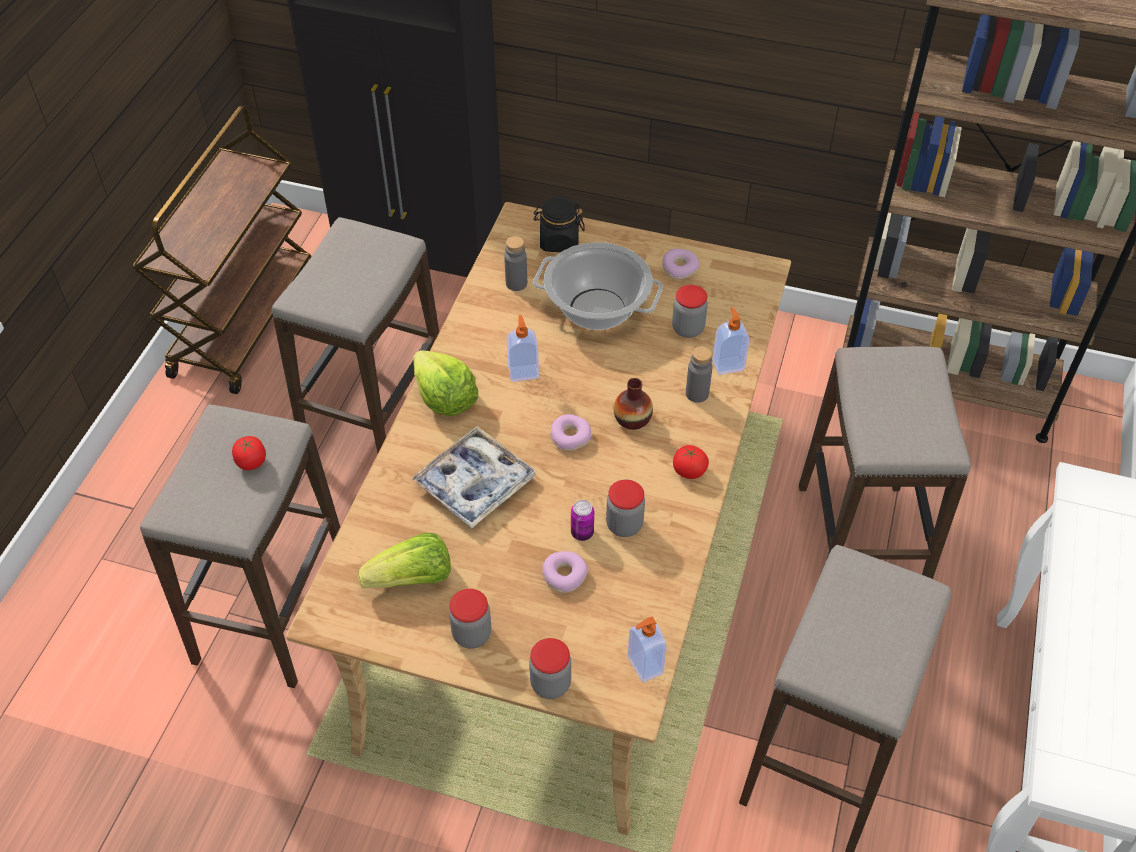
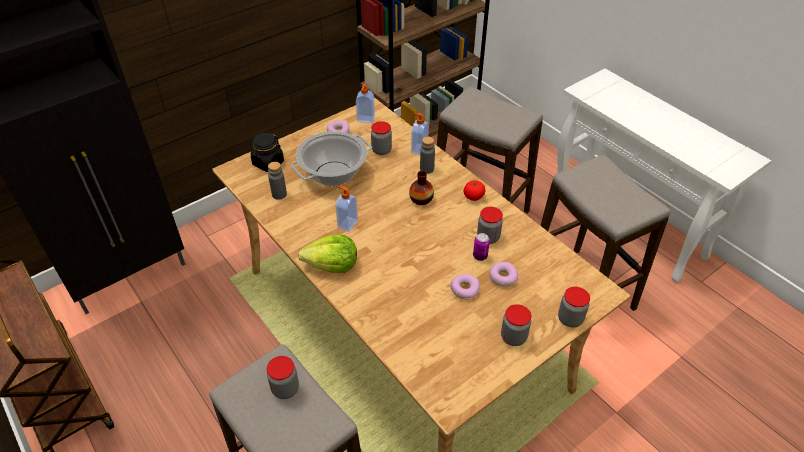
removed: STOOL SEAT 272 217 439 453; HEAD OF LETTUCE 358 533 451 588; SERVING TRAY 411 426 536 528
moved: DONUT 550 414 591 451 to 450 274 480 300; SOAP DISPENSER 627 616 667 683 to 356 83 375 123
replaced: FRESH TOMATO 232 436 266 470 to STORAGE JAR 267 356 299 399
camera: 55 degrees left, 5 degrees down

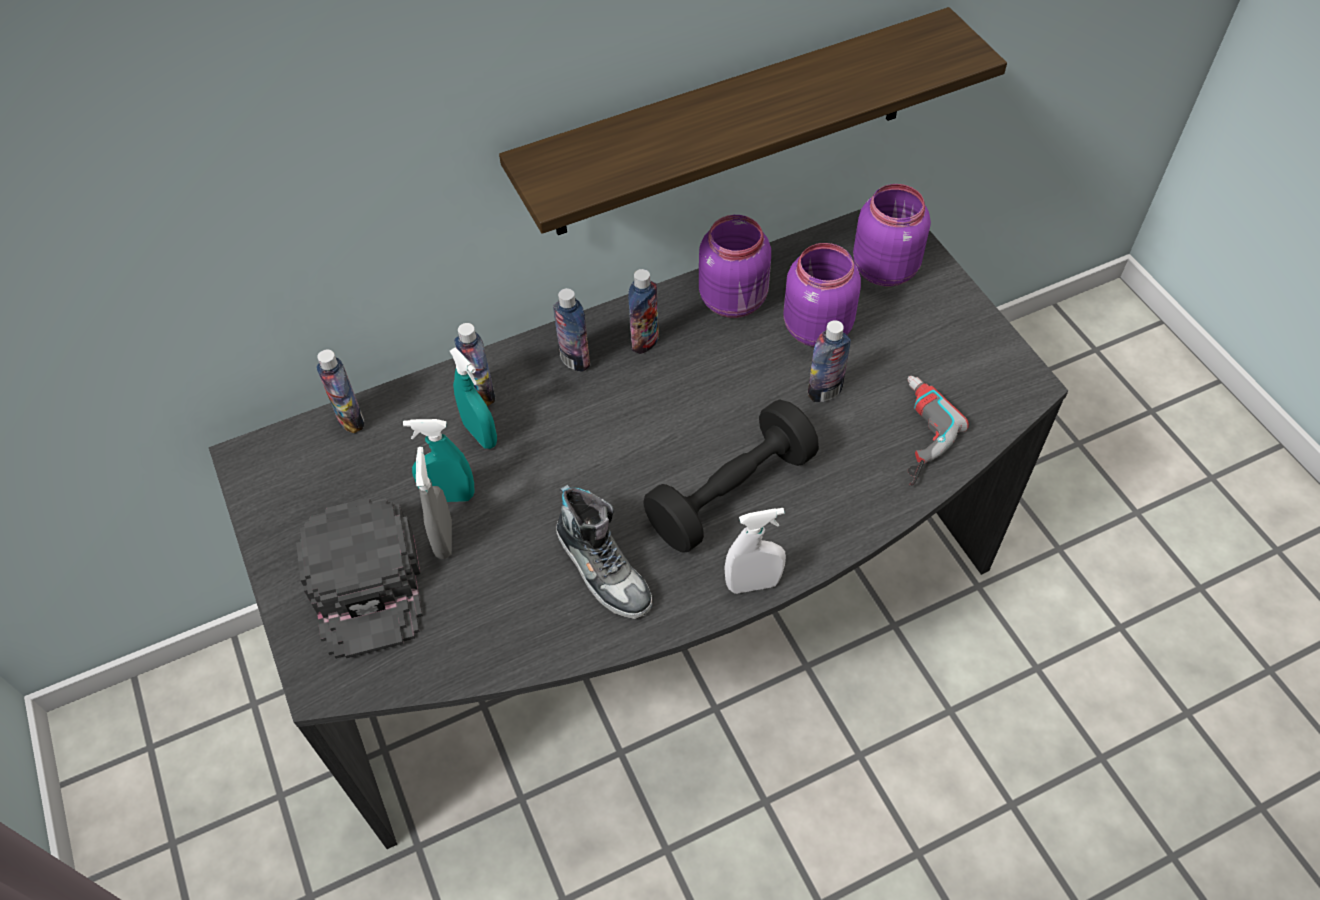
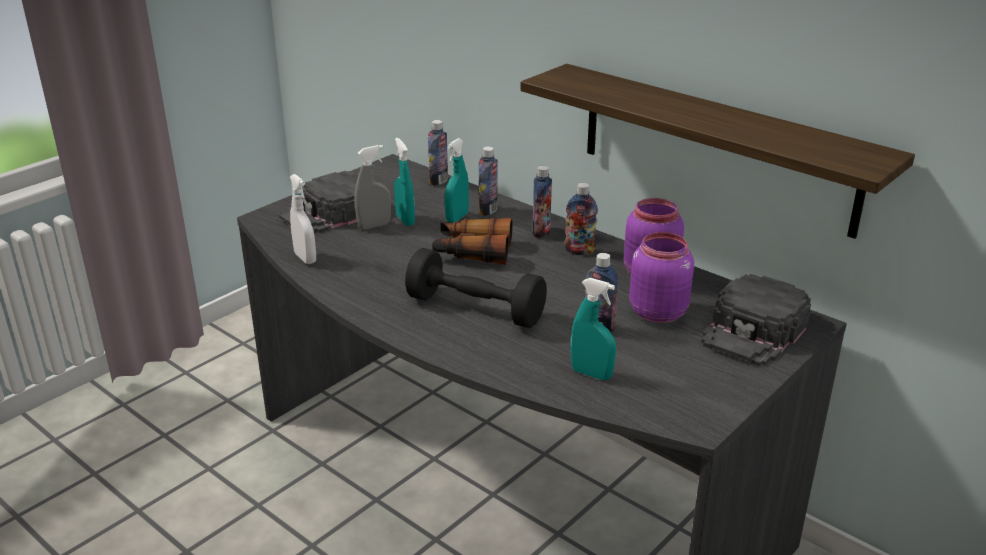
removed: SHOE 556 485 652 620
added: PAIR OF BINOCULARS 432 218 513 265
moved: WHITE-COLOURED SPRAYER 724 508 786 594 to 290 174 316 264
replaced: PURPLE STORAGE JAR 853 184 931 286 to BLACKISH PEAKED CAP 701 274 811 366; POWER DRILL 907 376 969 487 to TURQUOISE SPRAYER 570 278 616 380
camera: 65 degrees right, 25 degrees down

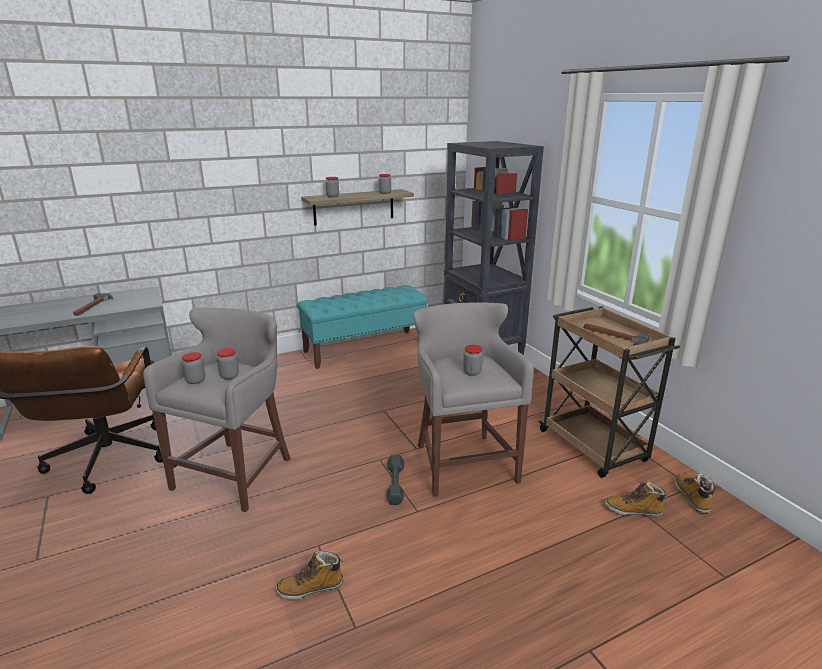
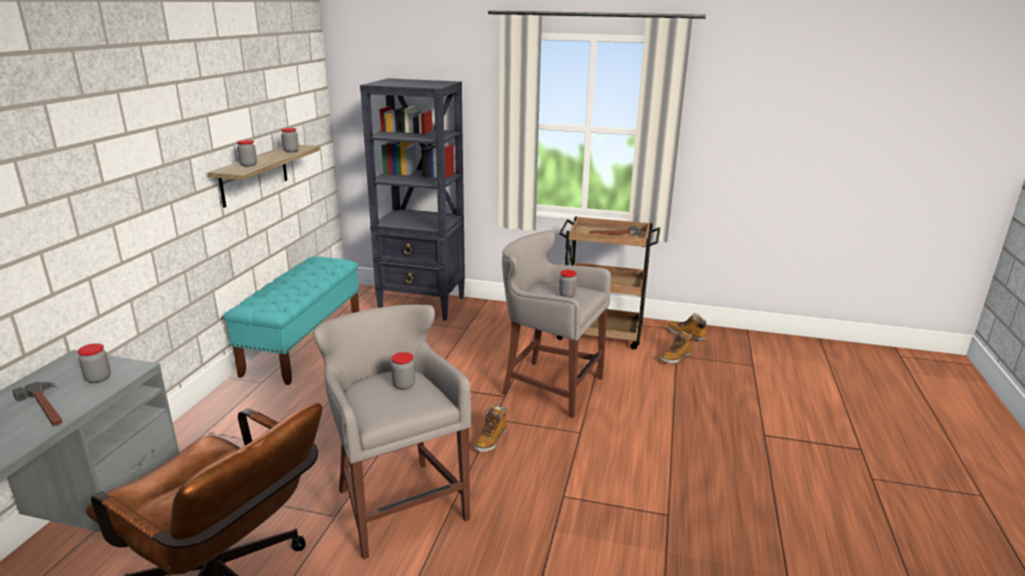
removed: GREY HAND WEIGHT 386 454 404 505
moved: STORAGE JAR 182 352 205 384 to 77 343 111 383; HIGH-TOP BOOT 276 551 343 600 to 474 406 507 452
camera: 50 degrees left, 0 degrees up

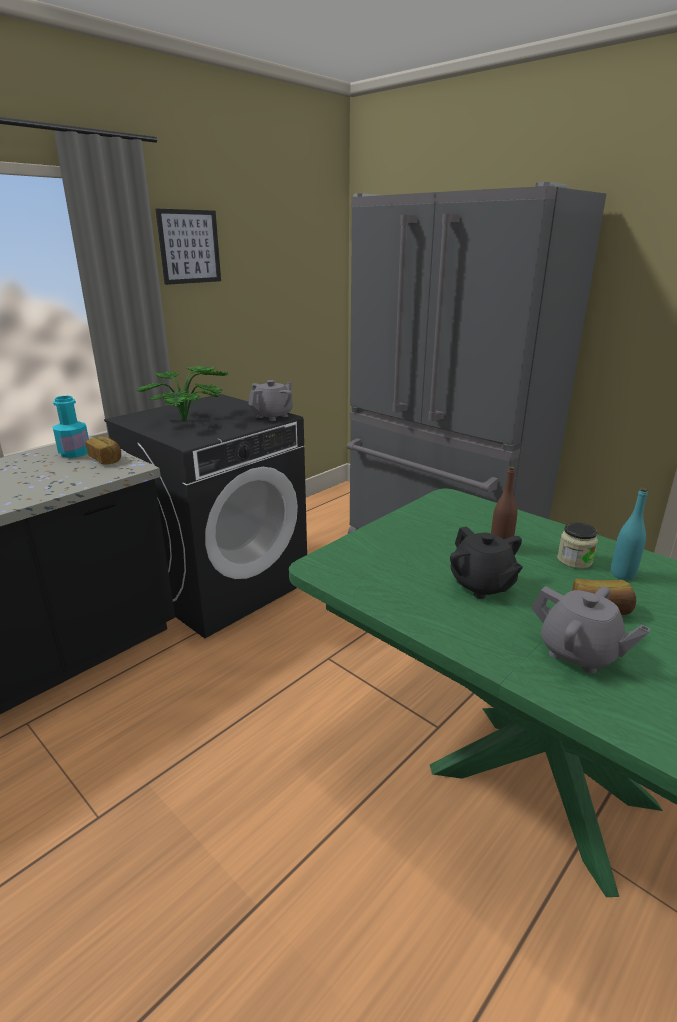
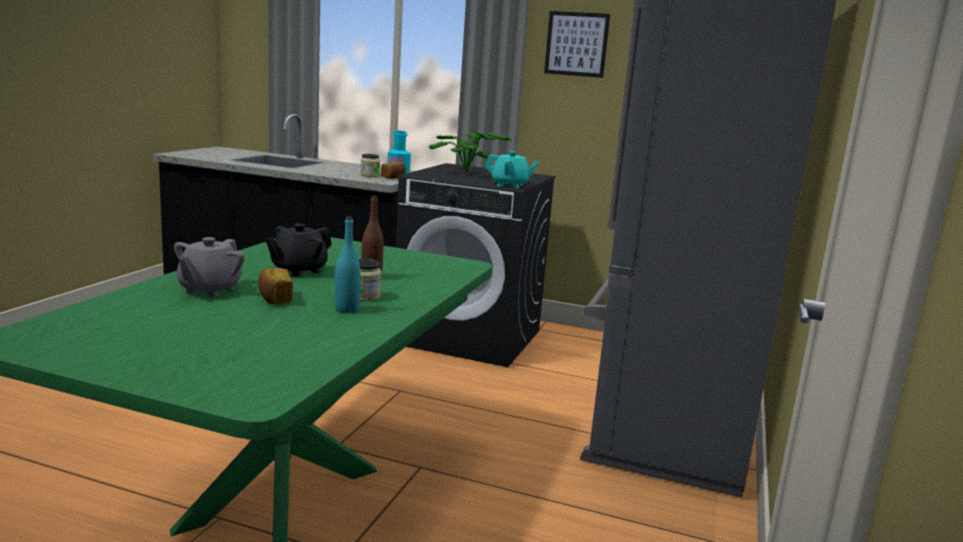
added: STORAGE JAR 360 154 380 177
recoloured: GREY POT FOR TEA 248 380 293 421 to TURQUOISE POT FOR TEA 485 151 539 188
camera: 65 degrees right, 10 degrees down

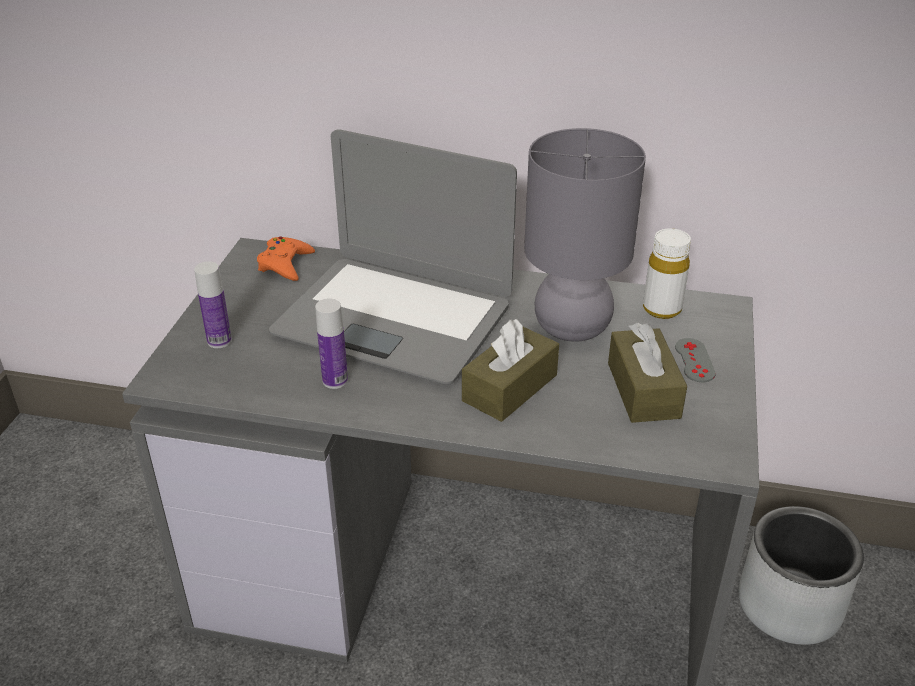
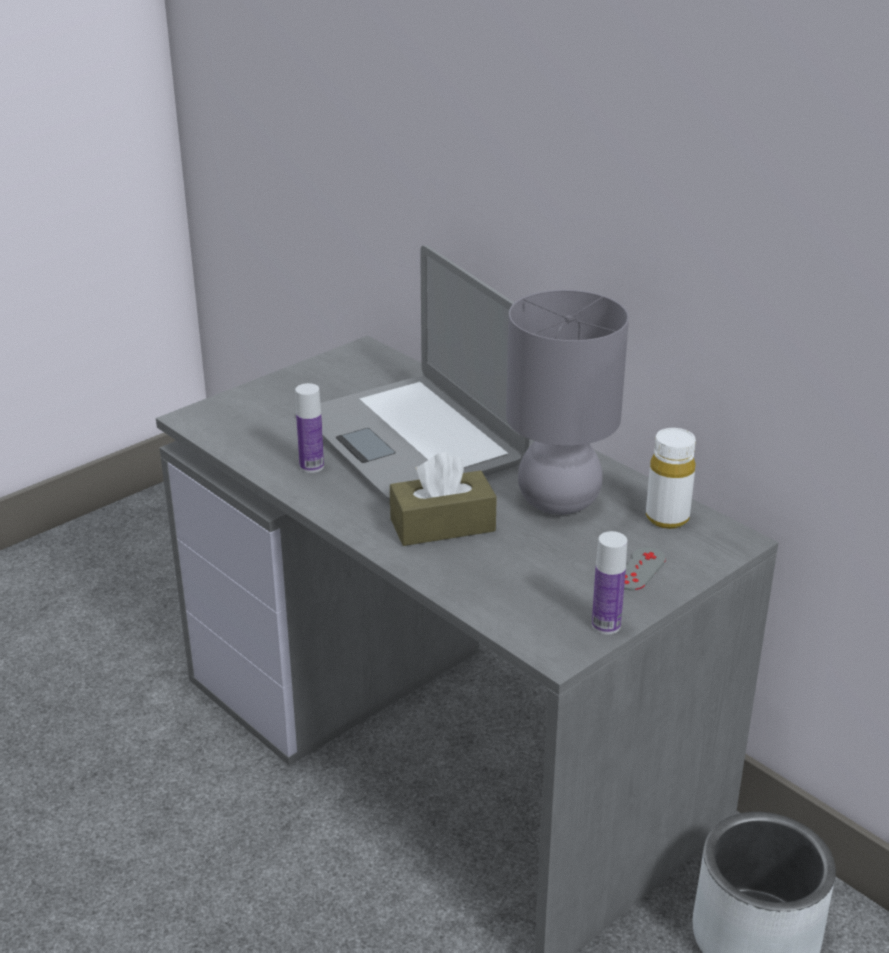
removed: ORANGE-COLOURED JOYPAD 257 236 315 281; BROWN TISSUE BOX 608 323 687 423
moved: BOTTLE 194 261 232 348 to 592 531 627 635
camera: 35 degrees right, 5 degrees down

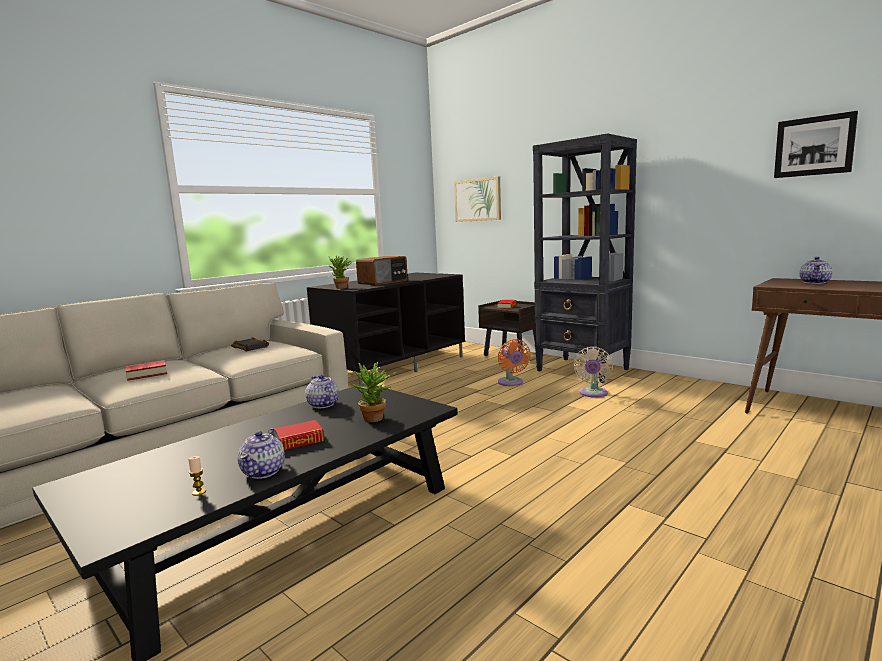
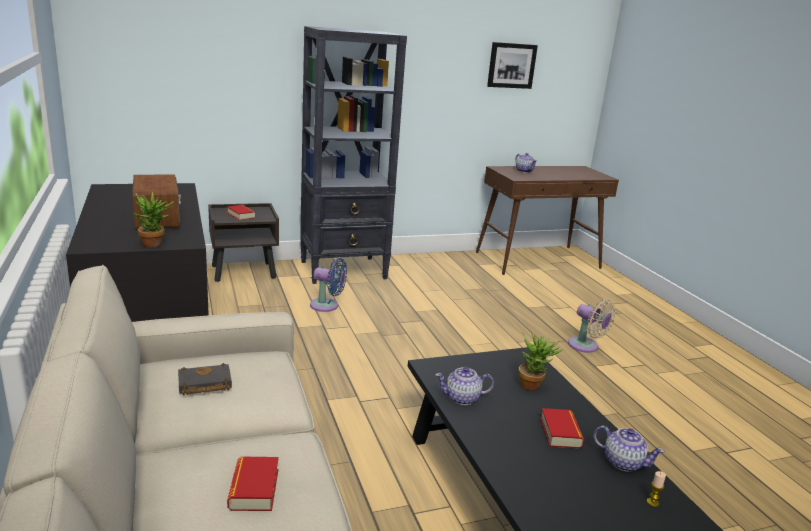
removed: WALL PICTURE 454 176 501 222
moved: BEIGE COOLING FAN 573 347 613 398 to 568 299 616 353
recoloured: ORANGE-COLOURED COOLING FAN 498 339 531 386 to BLUE-COLOURED COOLING FAN 310 258 347 312
camera: 65 degrees left, 10 degrees up

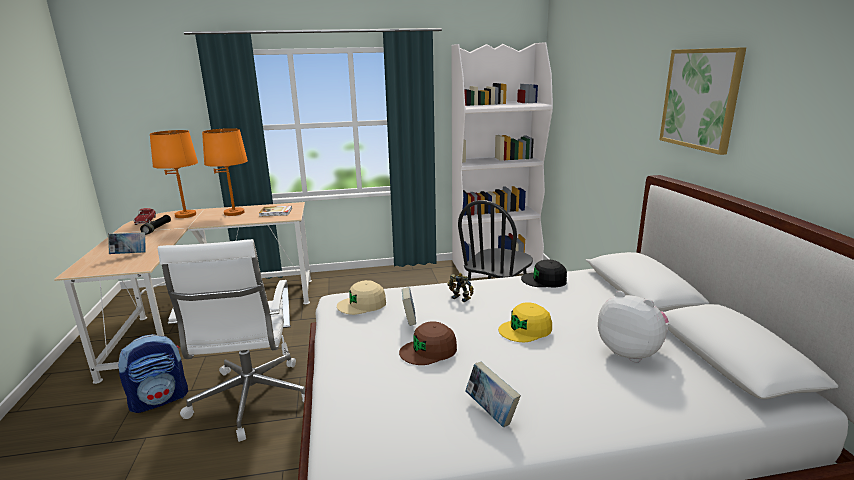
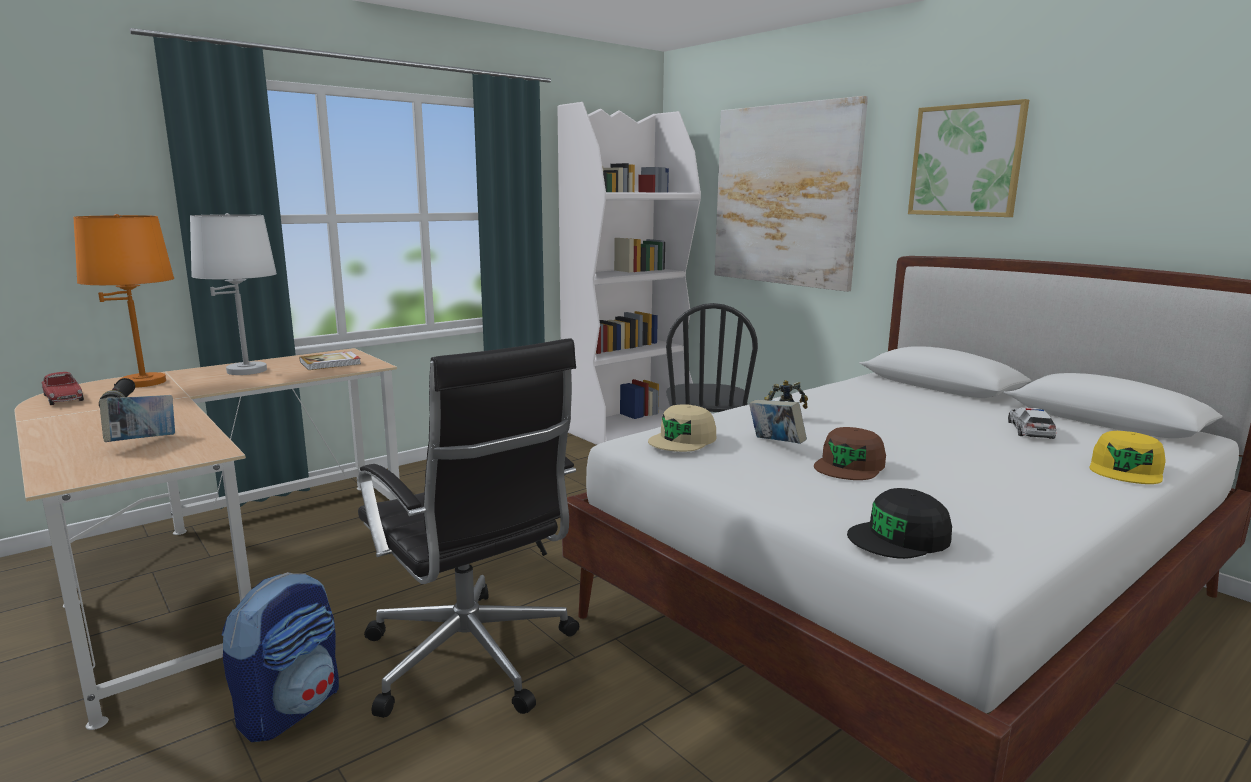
removed: VOLUME 466 362 521 427
added: WALL PICTURE 715 96 868 292
moved: YELLOW-COLOURED PEAKED CAP 498 302 552 342 to 1089 431 1165 484; BLACKISH PEAKED CAP 521 259 567 288 to 847 488 952 559
replaced: PLUSH TOY 598 291 669 362 to TOY CAR 1008 407 1056 439
recoloured: WHITE-COLOURED OFFICE CHAIR 158 239 305 442 to BLACKISH OFFICE CHAIR 358 338 579 718; ORANGE-COLOURED TABLE LAMP 202 128 248 216 to WHITE-COLOURED TABLE LAMP 190 213 277 375
camera: 30 degrees left, 5 degrees down

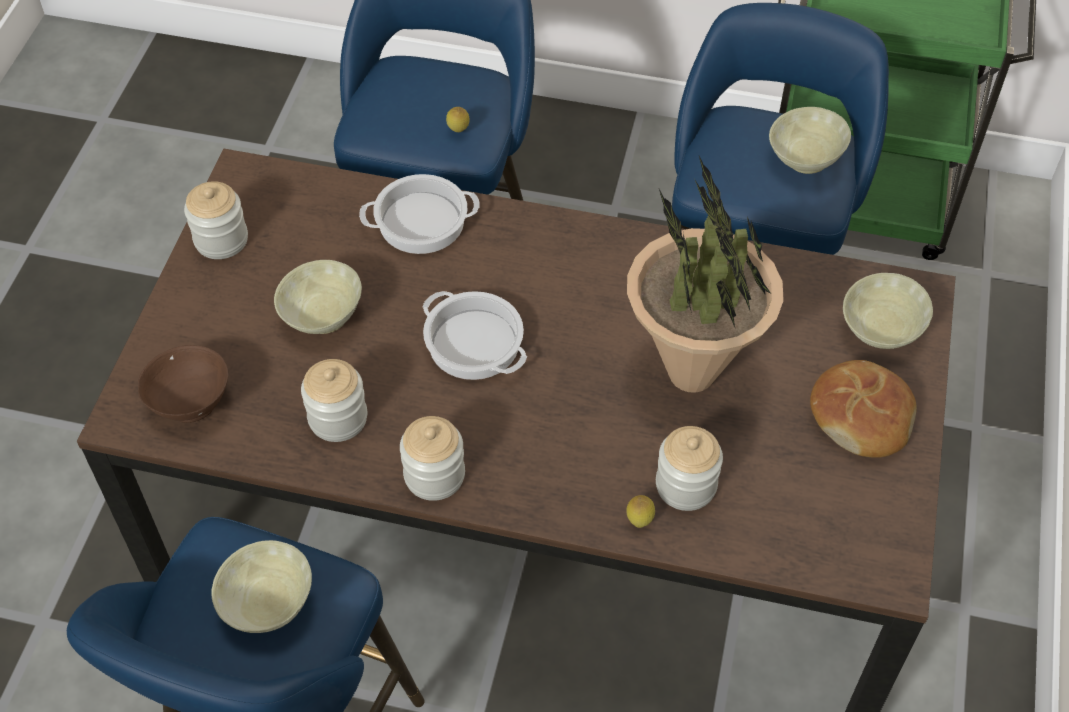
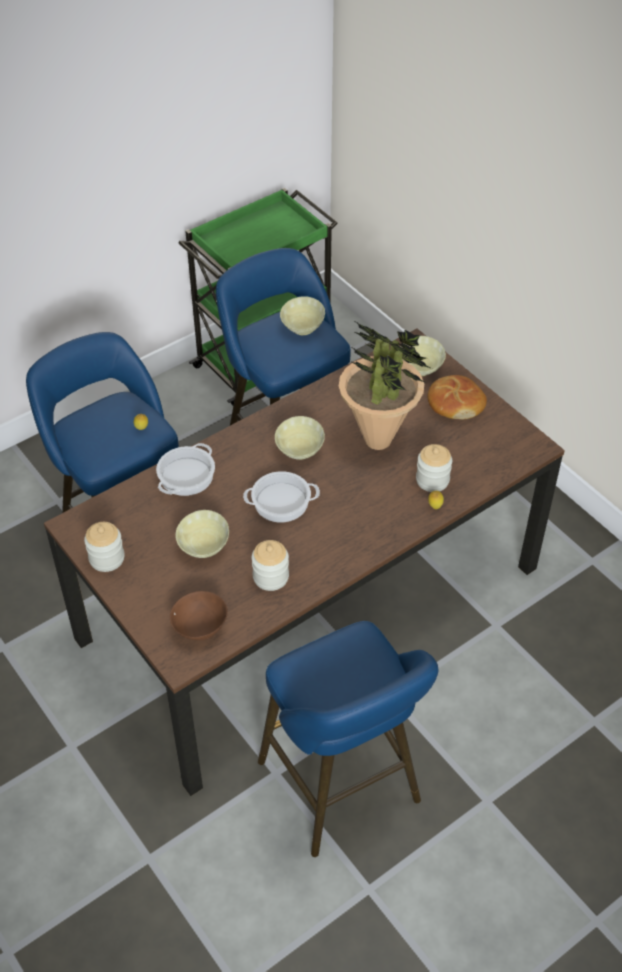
removed: STORAGE JAR 400 416 465 501
moved: BEIGE DEEP DISH 212 540 312 633 to 275 416 325 460
camera: 50 degrees left, 5 degrees down

